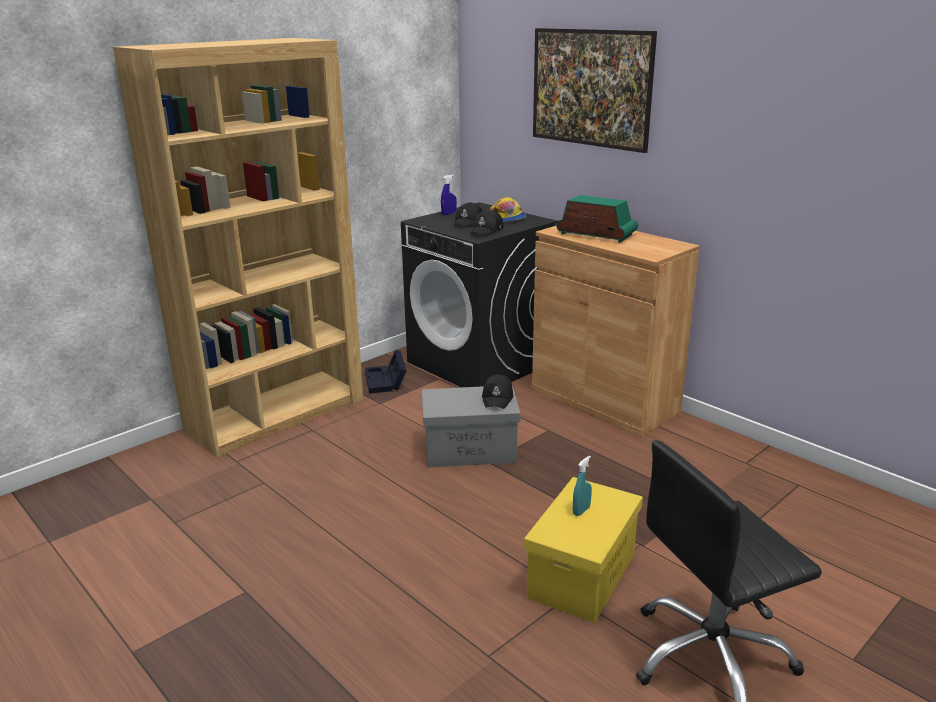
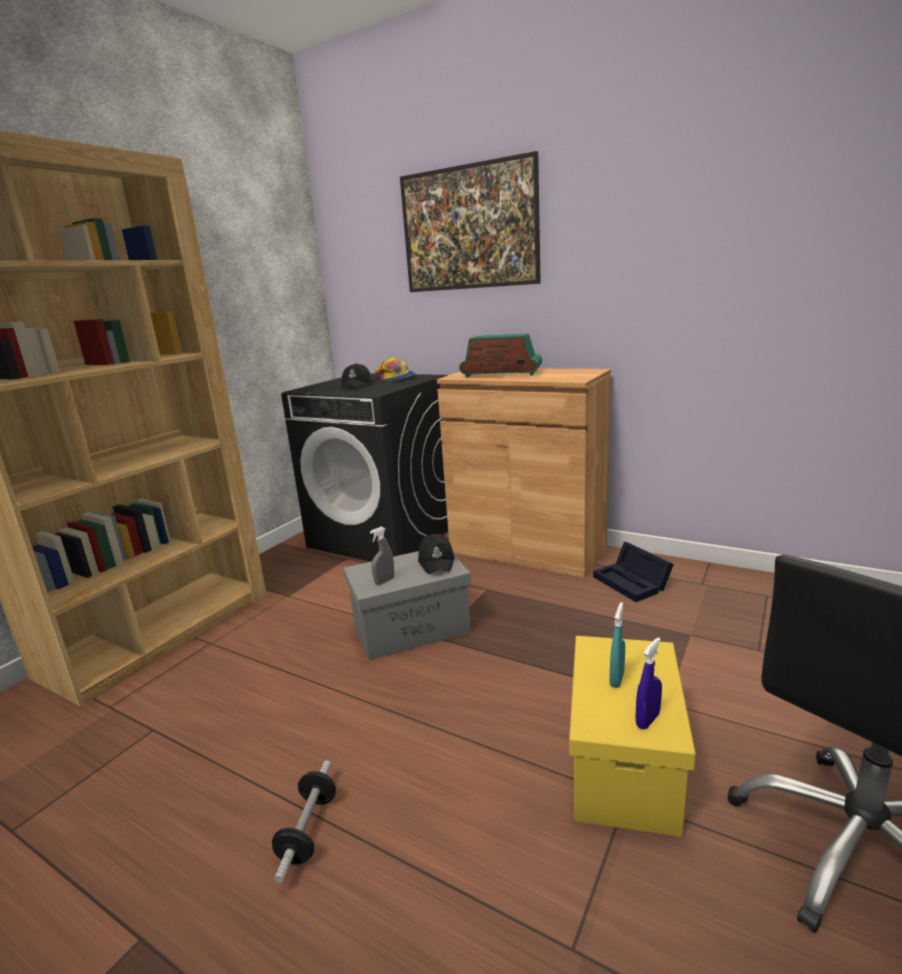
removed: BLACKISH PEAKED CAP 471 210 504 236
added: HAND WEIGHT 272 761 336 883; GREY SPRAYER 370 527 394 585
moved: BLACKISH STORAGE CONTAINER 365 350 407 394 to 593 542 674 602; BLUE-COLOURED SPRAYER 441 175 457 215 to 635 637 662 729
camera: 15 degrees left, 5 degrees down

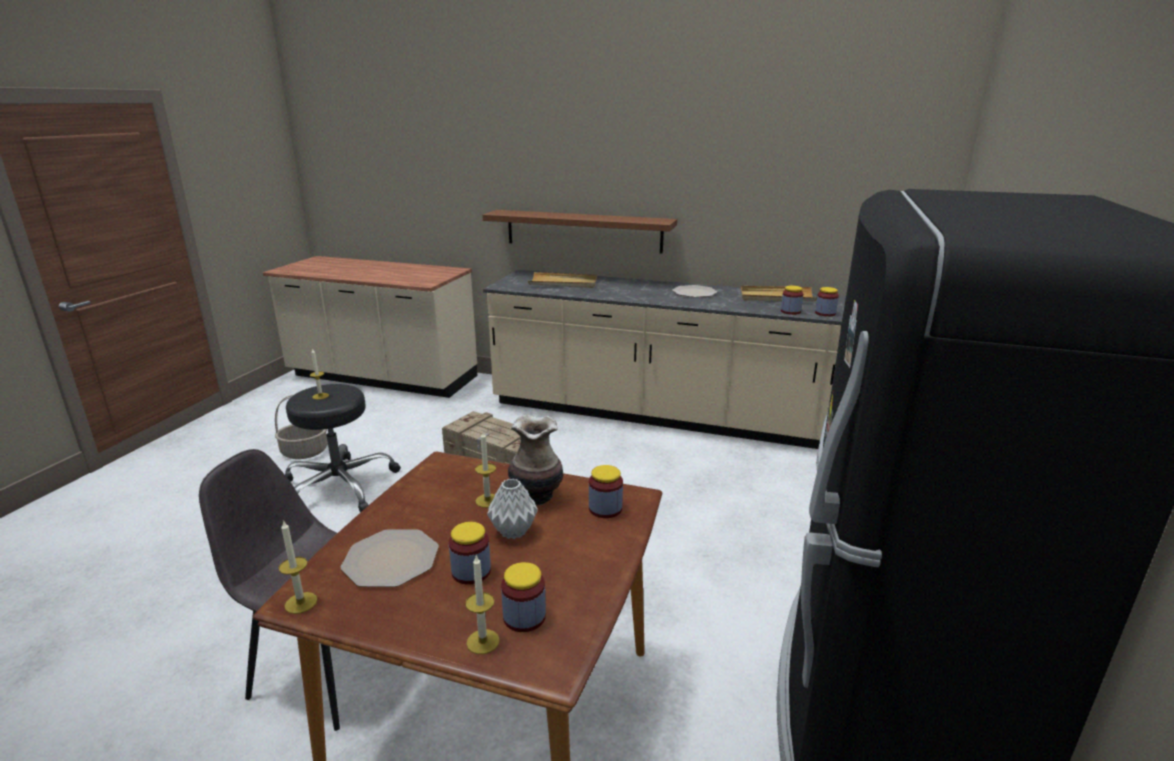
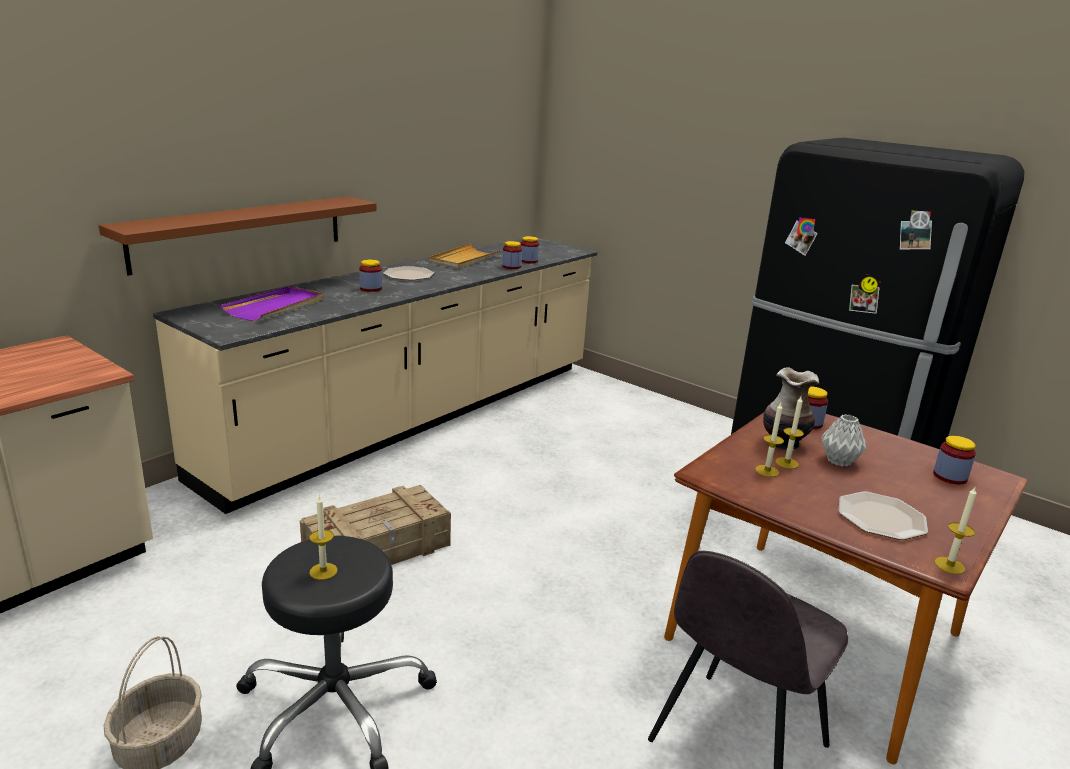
moved: STORAGE JAR 449 522 491 585 to 359 260 382 292; CANDLE 465 556 500 654 to 755 403 784 477
recoloured: BEIGE SERVING TRAY 528 272 597 288 to PURPLE SERVING TRAY 220 286 324 321
camera: 70 degrees left, 0 degrees up

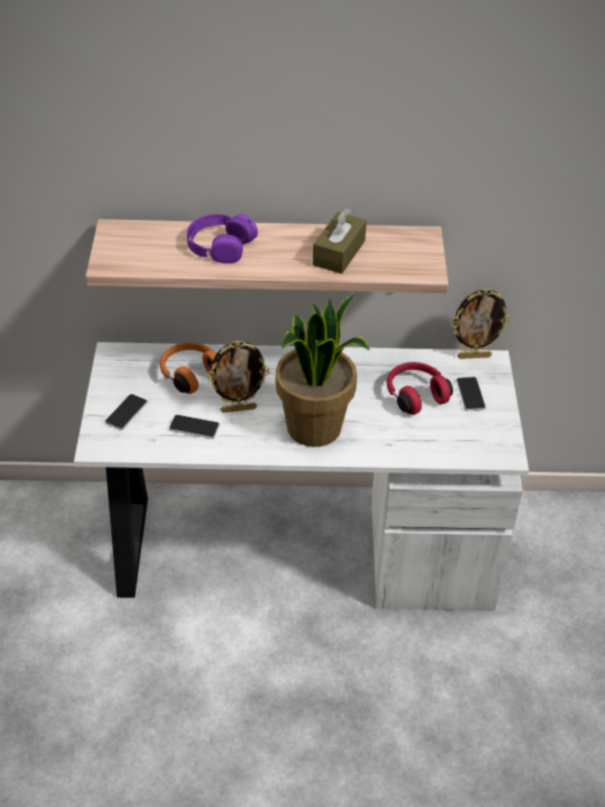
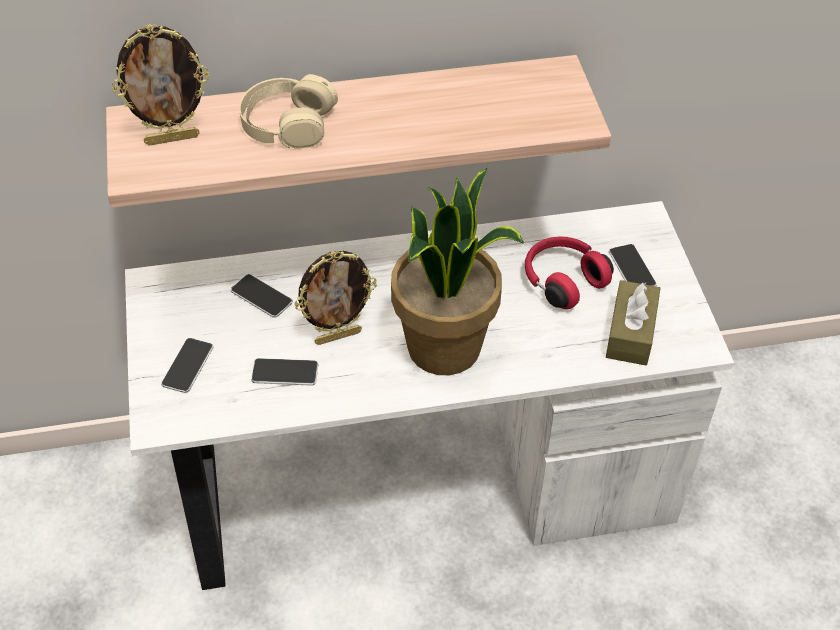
moved: BROWN TISSUE BOX 313 208 367 274 to 606 280 661 365; PHOTO FRAME 451 289 510 359 to 112 24 209 146
replaced: ORANGE-COLOURED HEADSET 160 342 217 394 to TELEPHONE 231 274 293 318
recoloured: PURPLE HEADSET 187 214 258 264 to BEIGE HEADSET 239 74 338 149
camera: 10 degrees left, 5 degrees up

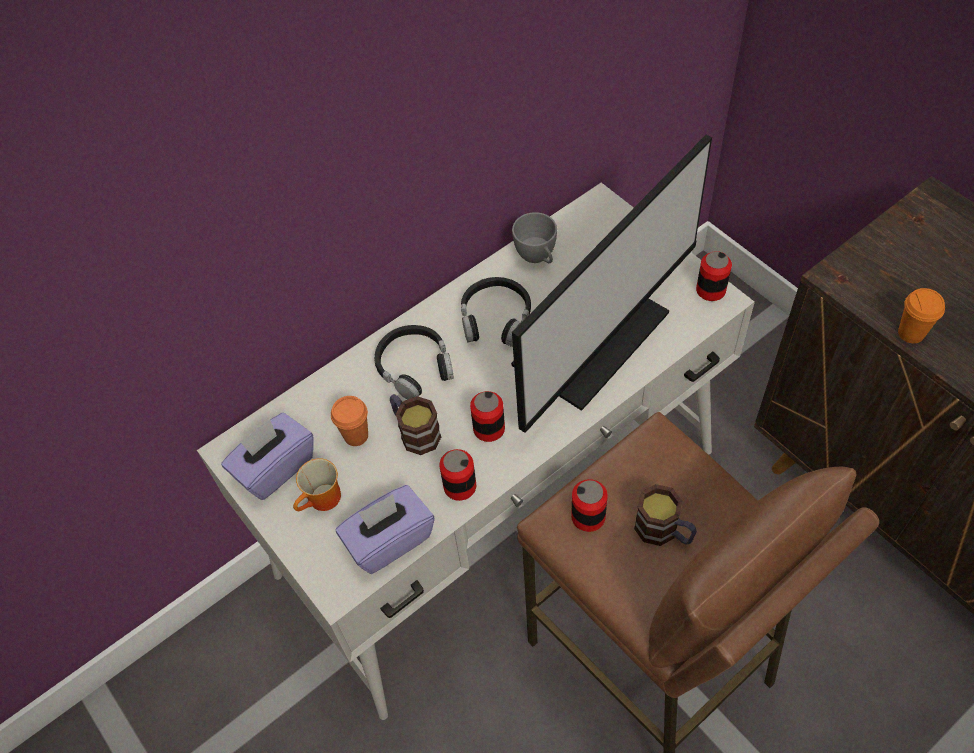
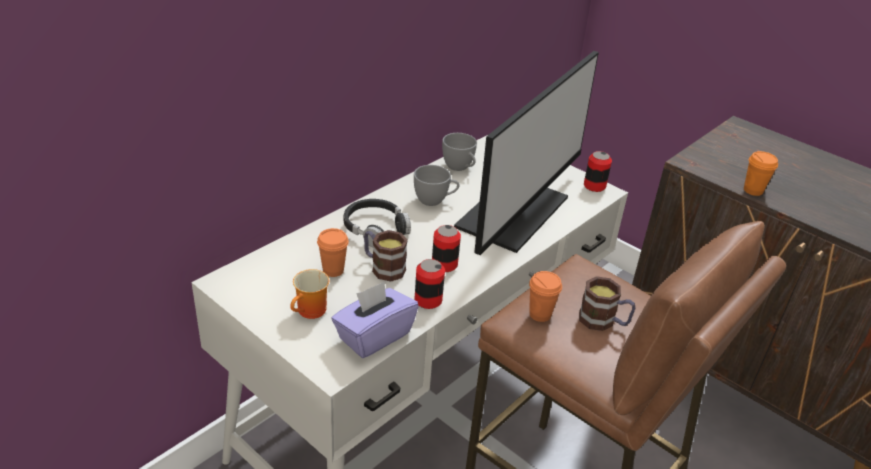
removed: PURPLE TISSUE BOX 221 413 314 500
replaced: BLACKISH HEADSET 461 277 531 347 to GREY SMALL CUP 414 165 460 206; METAL CAN 571 479 608 532 to ORANGE-COLOURED SMALL CUP 529 271 562 322
camera: 15 degrees left, 20 degrees down

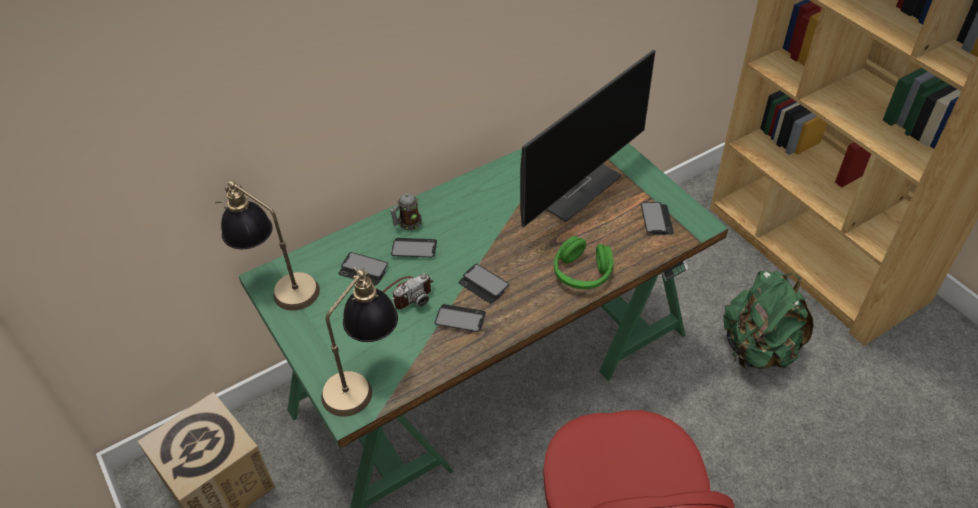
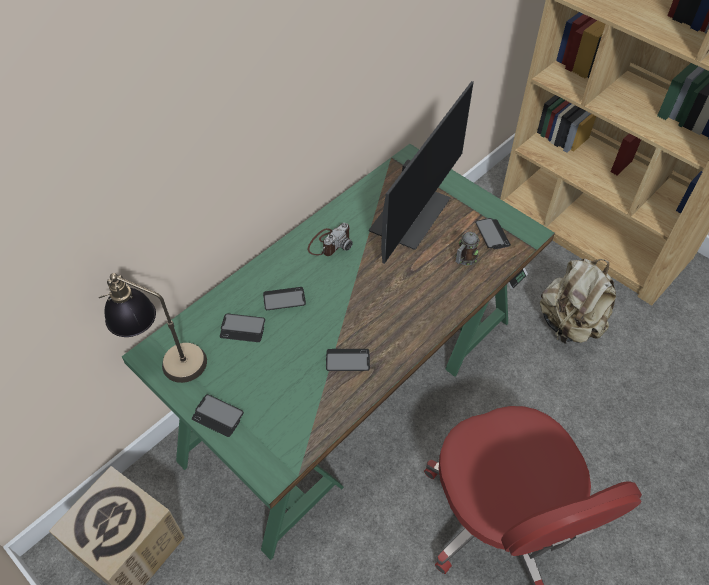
removed: TABLE LAMP 321 267 398 417; GREEN-COLOURED HEADSET 554 236 614 289
moved: PHOTO CAMERA 382 273 433 309 to 308 223 353 256; TEA MUG 390 193 422 230 to 455 232 480 265; TELEPHONE 459 264 509 304 to 192 394 244 437
recoloured: GREEN-COLOURED KNAPSACK 723 270 813 369 to BEIGE KNAPSACK 540 258 616 344
camera: 15 degrees left, 5 degrees up

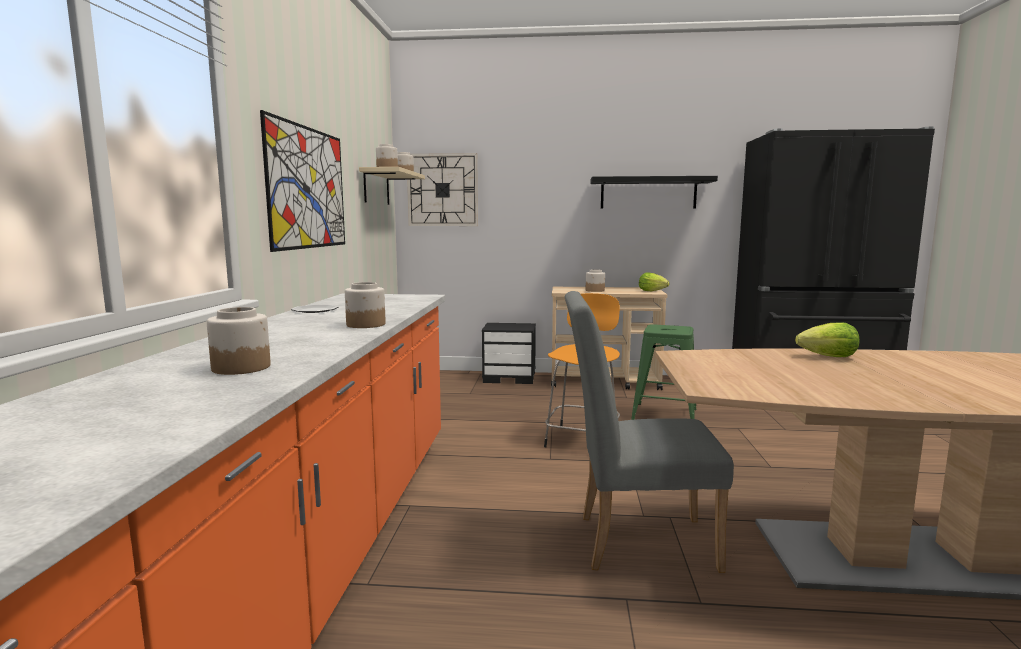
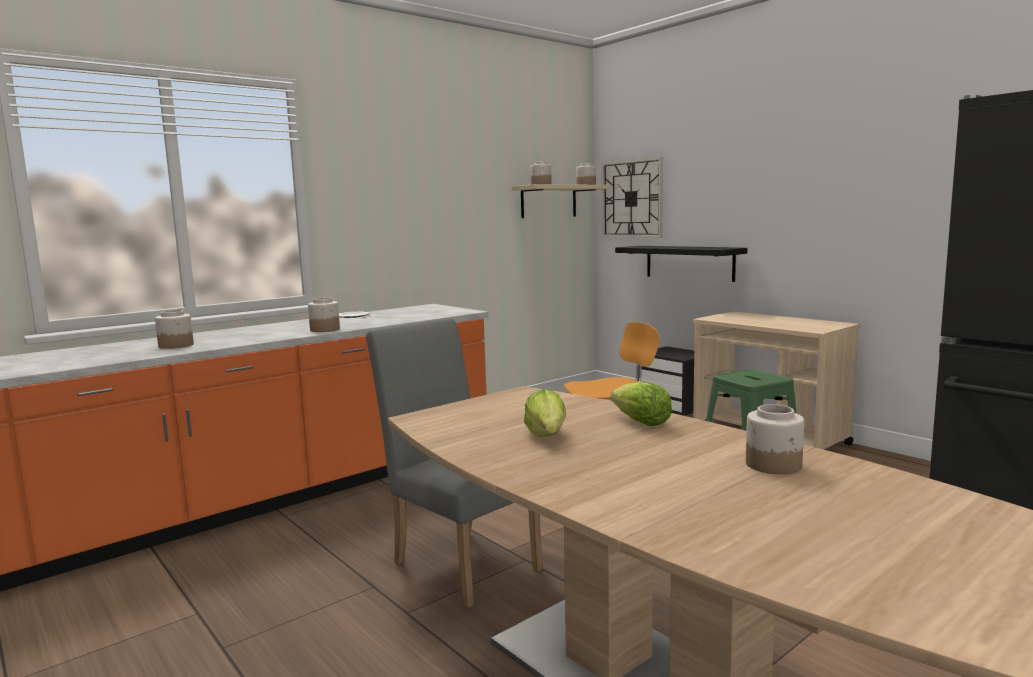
removed: WALL PICTURE 260 110 345 252
moved: STORAGE JAR 586 269 605 292 to 746 404 804 474; BLACKISH SHELF 590 176 718 209 to 615 246 747 282; HEAD OF LETTUCE 639 272 669 291 to 524 389 566 437
camera: 45 degrees right, 0 degrees up

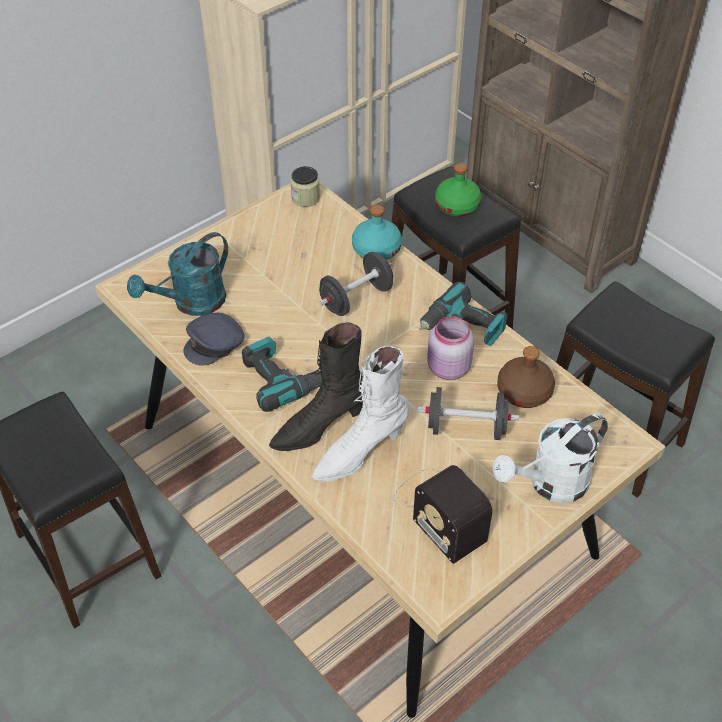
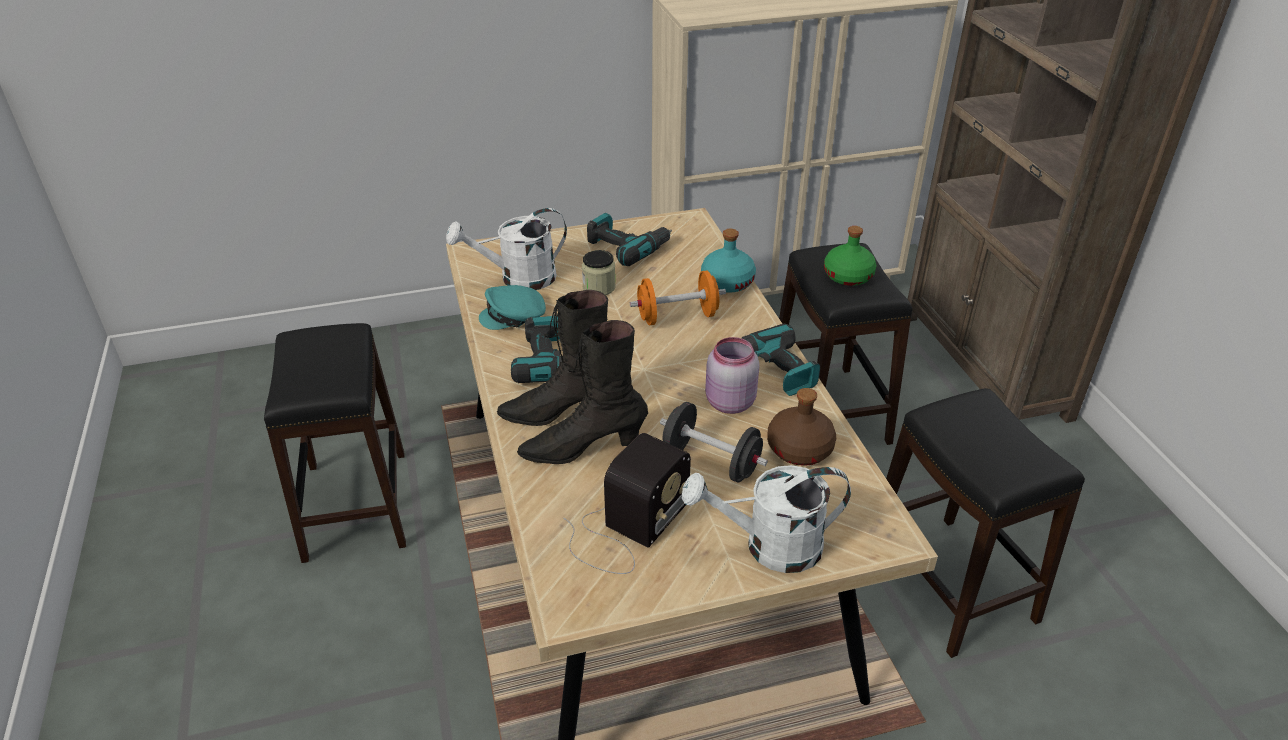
added: POWER DRILL 587 213 672 266
moved: STORAGE JAR 290 166 320 207 to 582 250 616 295
recoloured: TURQUOISE WATERING POT 127 232 228 316 to WHITE-COLOURED WATERING POT 446 208 567 290; GREY PEAKED CAP 183 313 245 366 to TURQUOISE PEAKED CAP 479 285 546 330; WHITE-COLOURED HIGH-TOP BOOT 312 346 410 481 to BLACKISH HIGH-TOP BOOT 517 320 648 464; BLACKISH HAND WEIGHT 319 252 393 316 to ORANGE-COLOURED HAND WEIGHT 630 270 726 326
turned: RADIO 393 465 492 564 = 563 433 691 574 135 degrees counterclockwise
camera: 25 degrees right, 10 degrees down

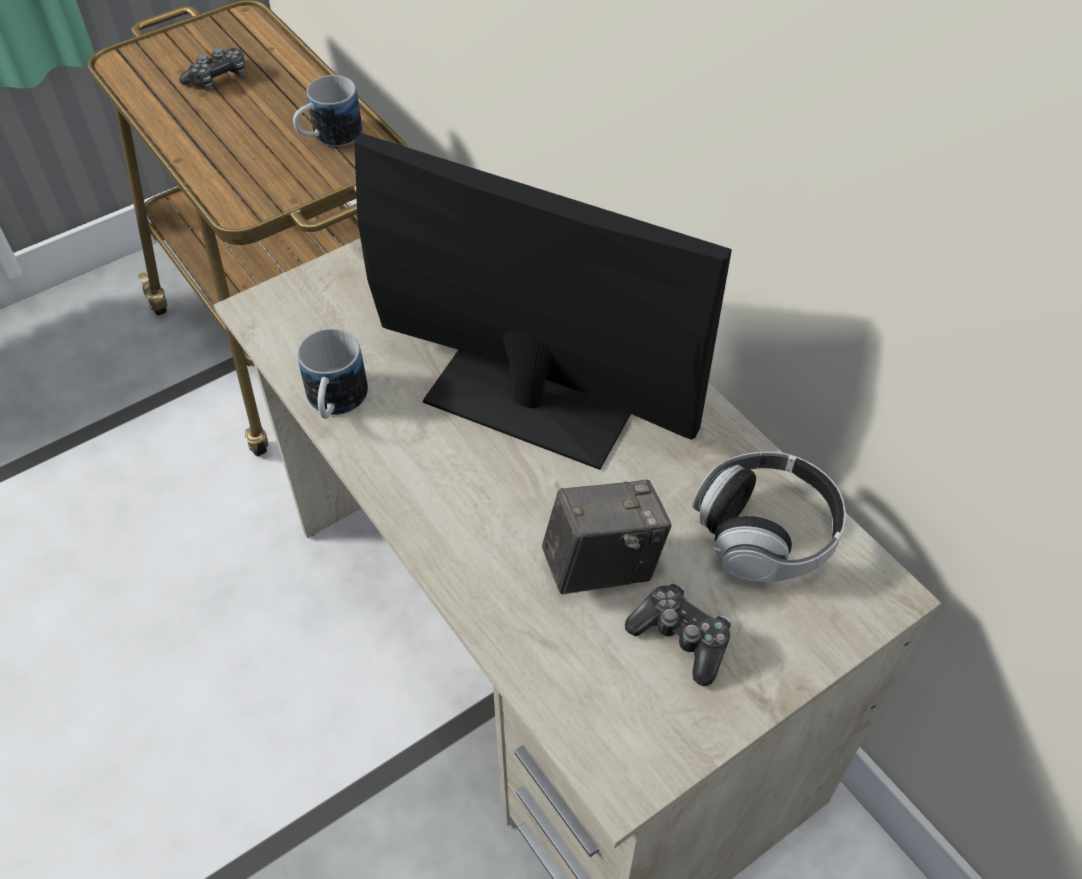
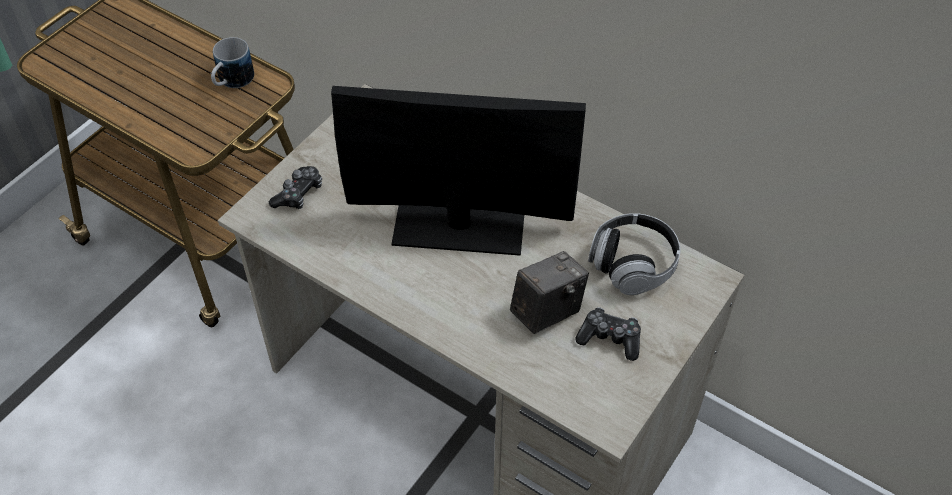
removed: TEA MUG 298 328 368 419
moved: JOYPAD 179 47 245 91 to 269 166 322 209
camera: 20 degrees left, 0 degrees up

